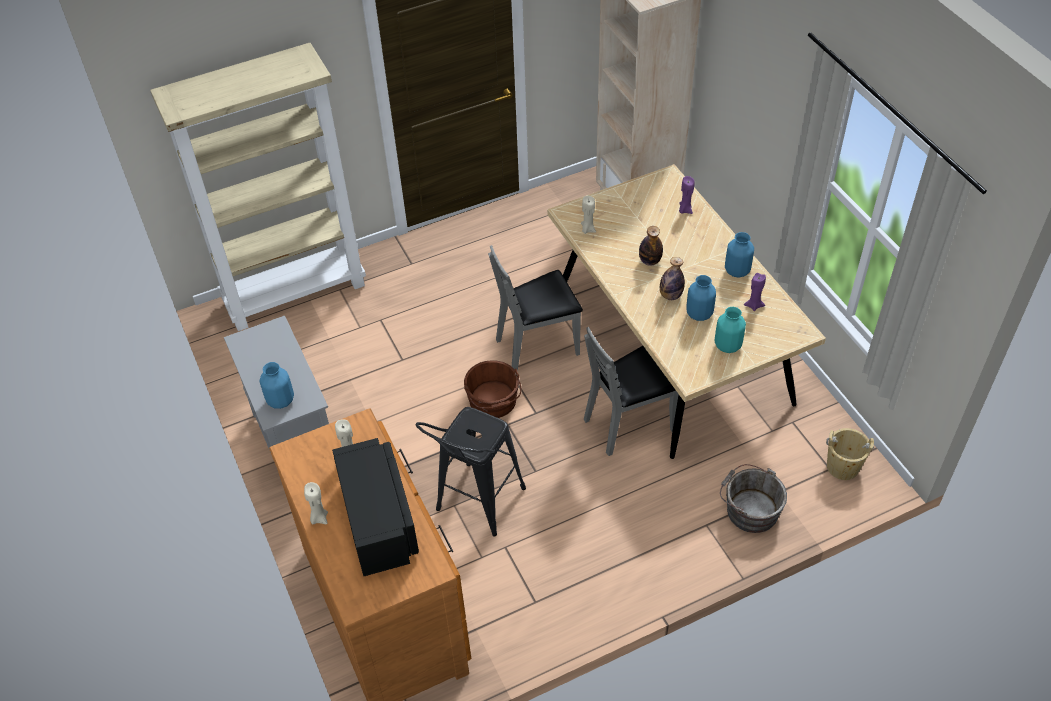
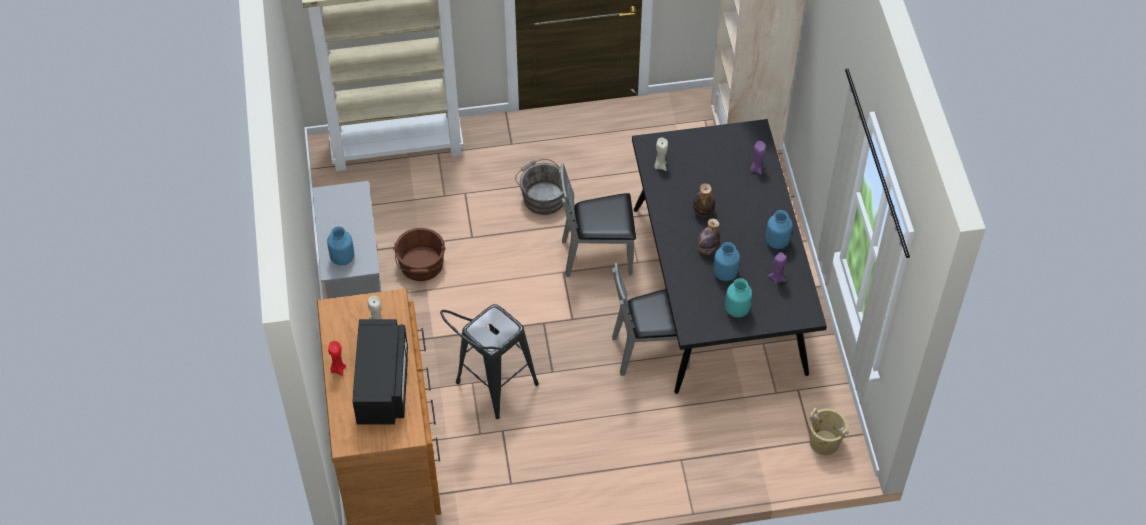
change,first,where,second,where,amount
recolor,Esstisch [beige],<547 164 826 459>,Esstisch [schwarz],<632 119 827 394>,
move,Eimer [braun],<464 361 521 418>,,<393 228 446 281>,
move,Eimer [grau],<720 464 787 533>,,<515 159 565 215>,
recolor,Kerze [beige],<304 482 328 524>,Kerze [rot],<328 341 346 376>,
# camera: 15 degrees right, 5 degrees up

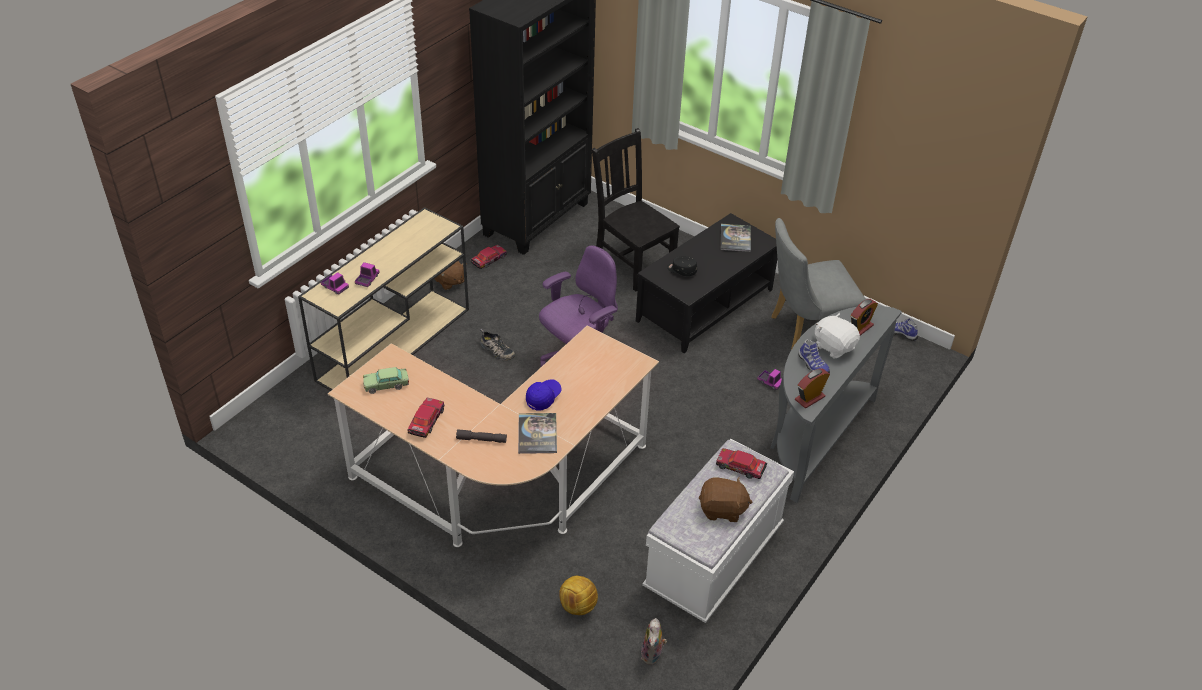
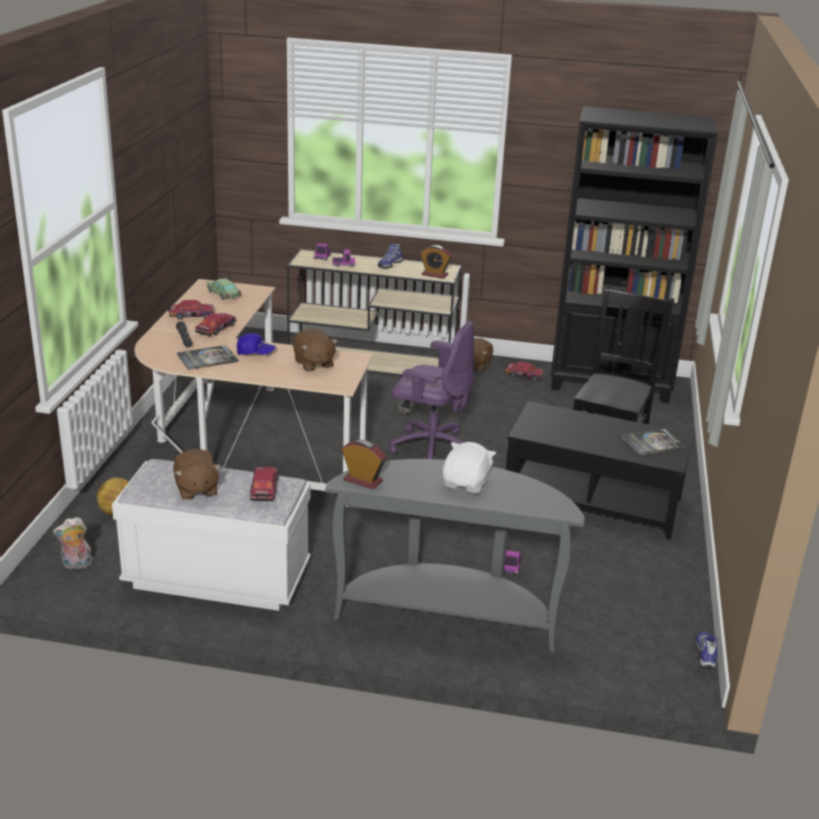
change,first,where,second,where,amount
delete,Stuhl [grau],<771 218 866 350>,,,
delete,Kappe [schwarz],<667 256 697 277>,,,
move,Wecker,<851 299 878 335>,,<420 245 452 279>,
move,Schuh,<798 340 830 373>,,<378 244 403 269>,
insert,,,Spielzeugauto,<195 313 236 336>,
insert,,,Plüschtier [braun],<293 329 338 372>,
# camera: 65 degrees right, 15 degrees down

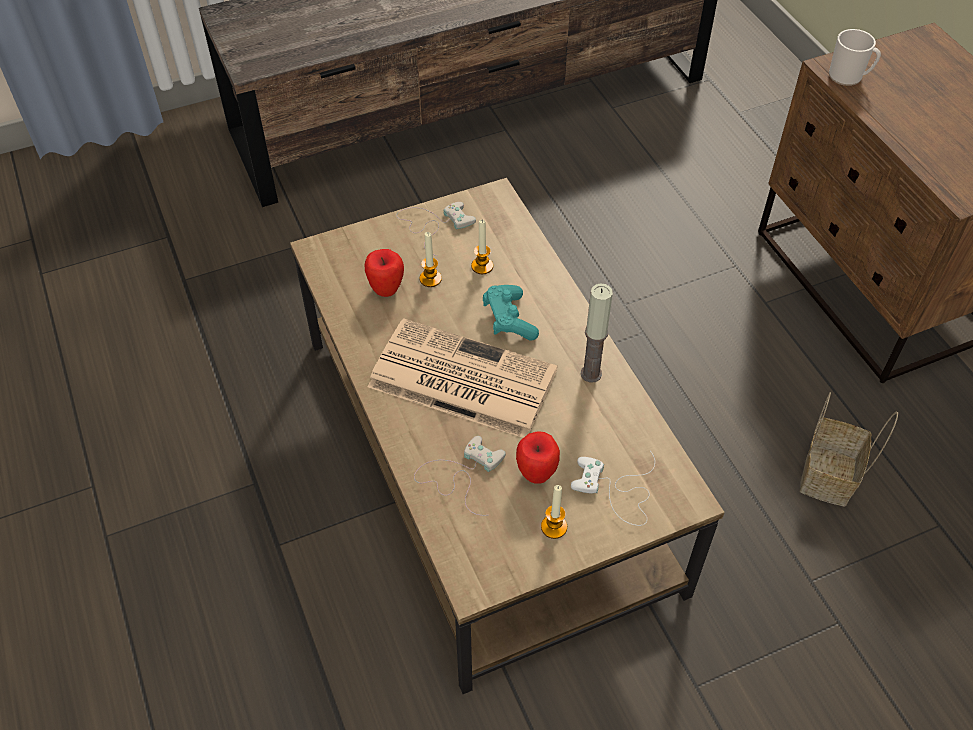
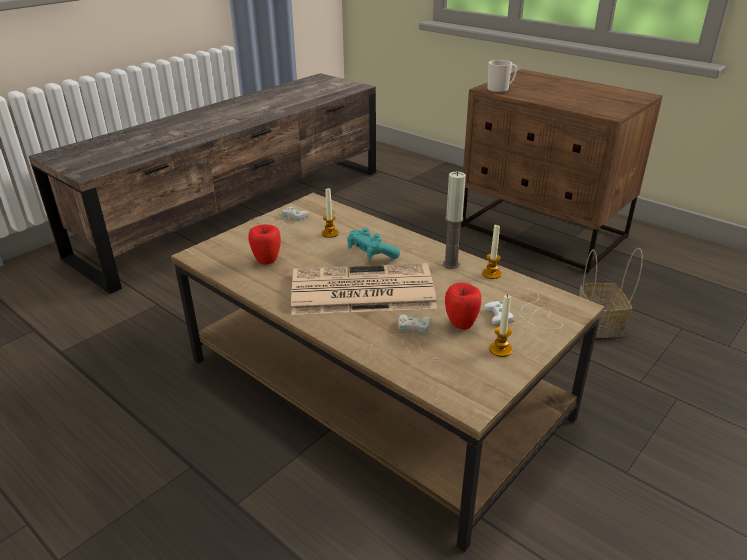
change,first,where,second,where,amount
move,Kerze,<419 232 442 287>,,<482 225 501 279>,
# camera: 25 degrees left, 20 degrees down

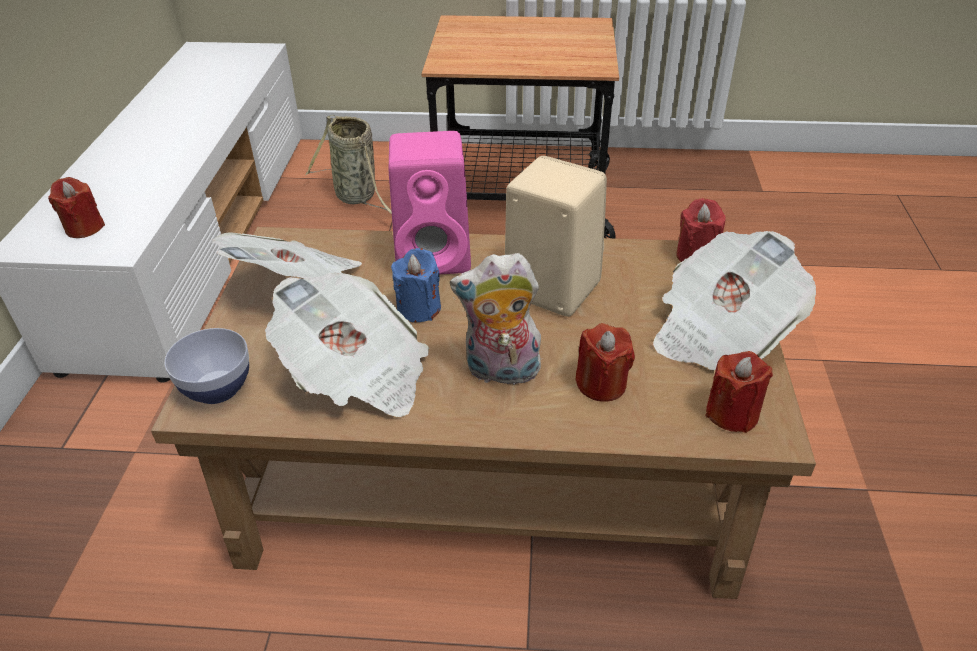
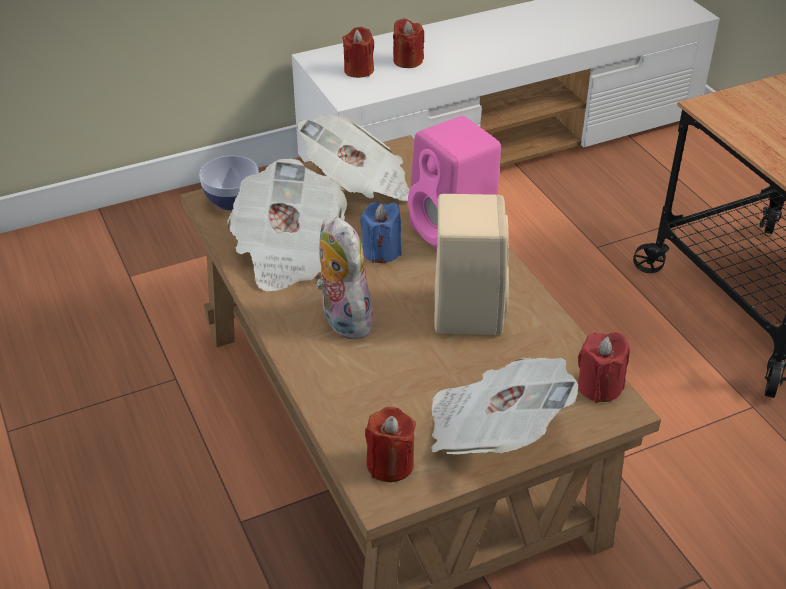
change,first,where,second,where,amount
delete,Korb,<306 115 392 215>,,,
move,Kerze [rot],<575 323 635 402>,,<393 18 425 68>,
# camera: 60 degrees right, 0 degrees up

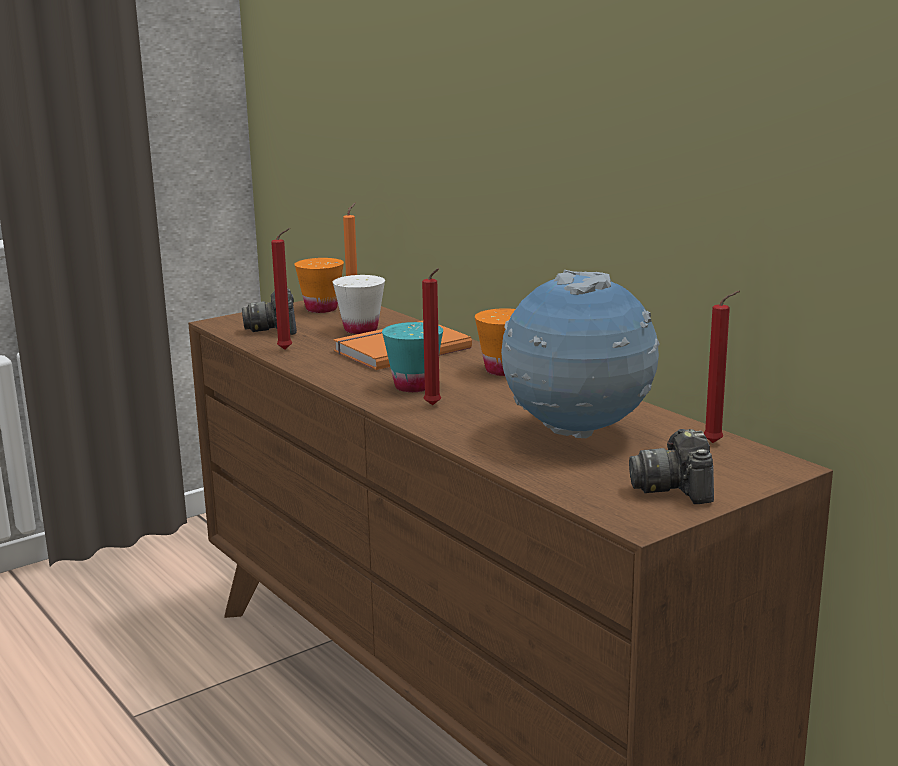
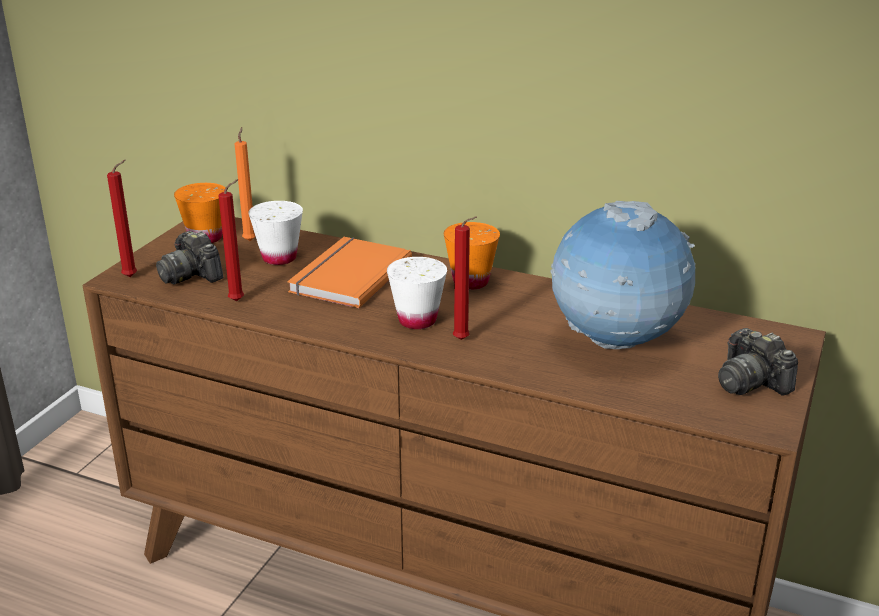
change,first,where,second,where,amount
move,Kerze [rot],<704 291 740 443>,,<107 160 137 277>,
recolor,Tasse [türkis],<382 322 443 392>,Tasse [weiß],<387 257 447 329>,
# camera: 30 degrees left, 10 degrees up

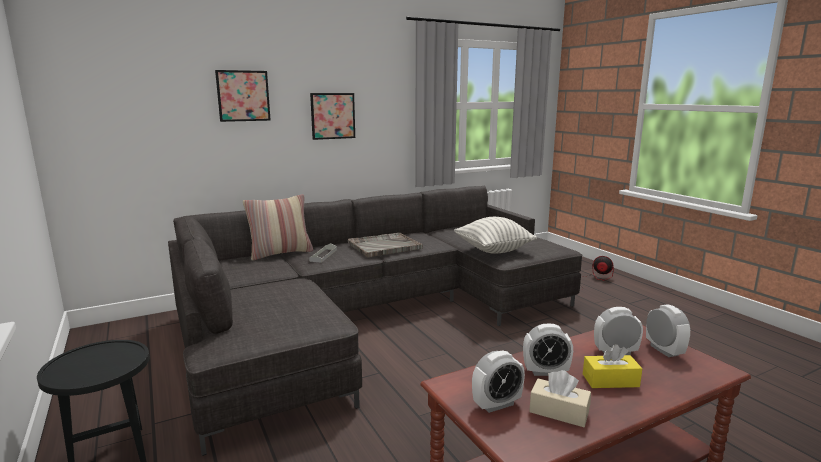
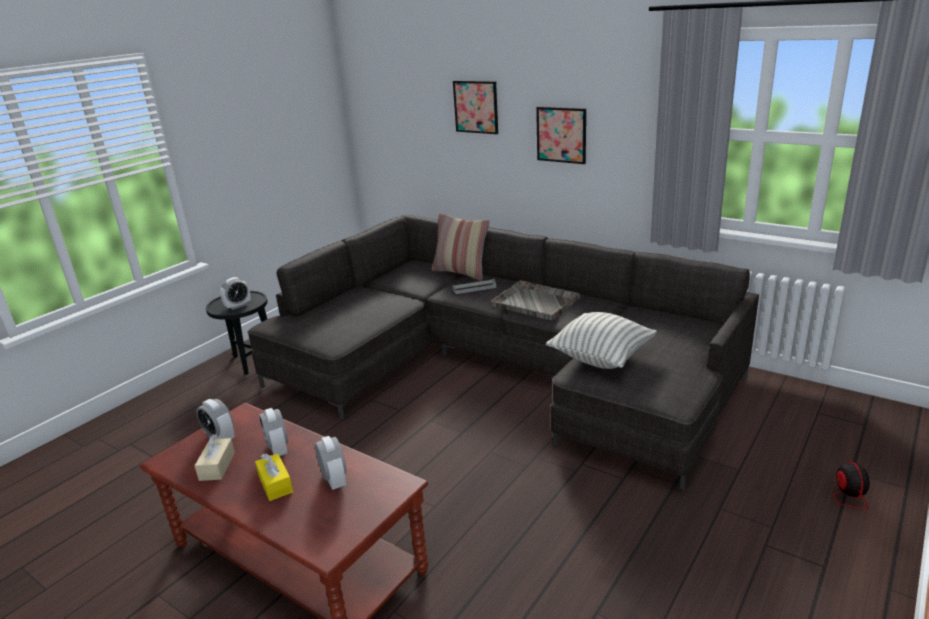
change,first,where,second,where,amount
move,Wecker,<646 305 690 357>,,<220 277 251 310>,
# camera: 65 degrees right, 10 degrees up

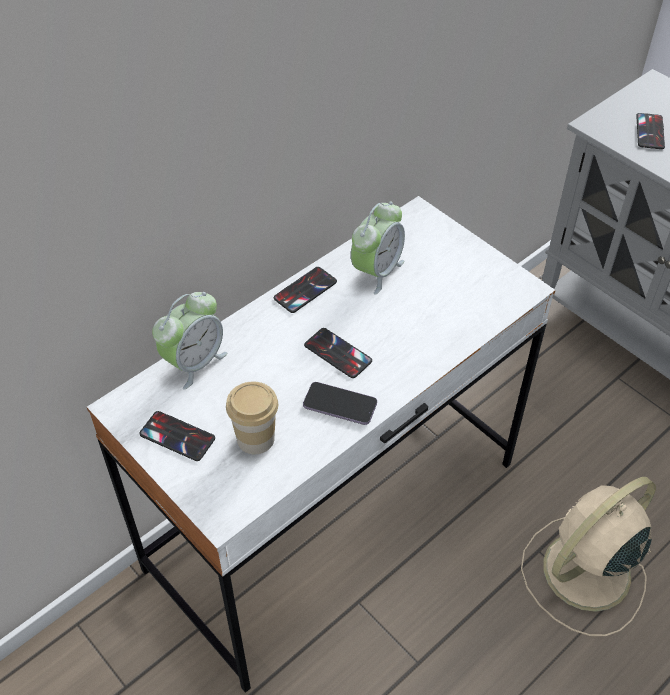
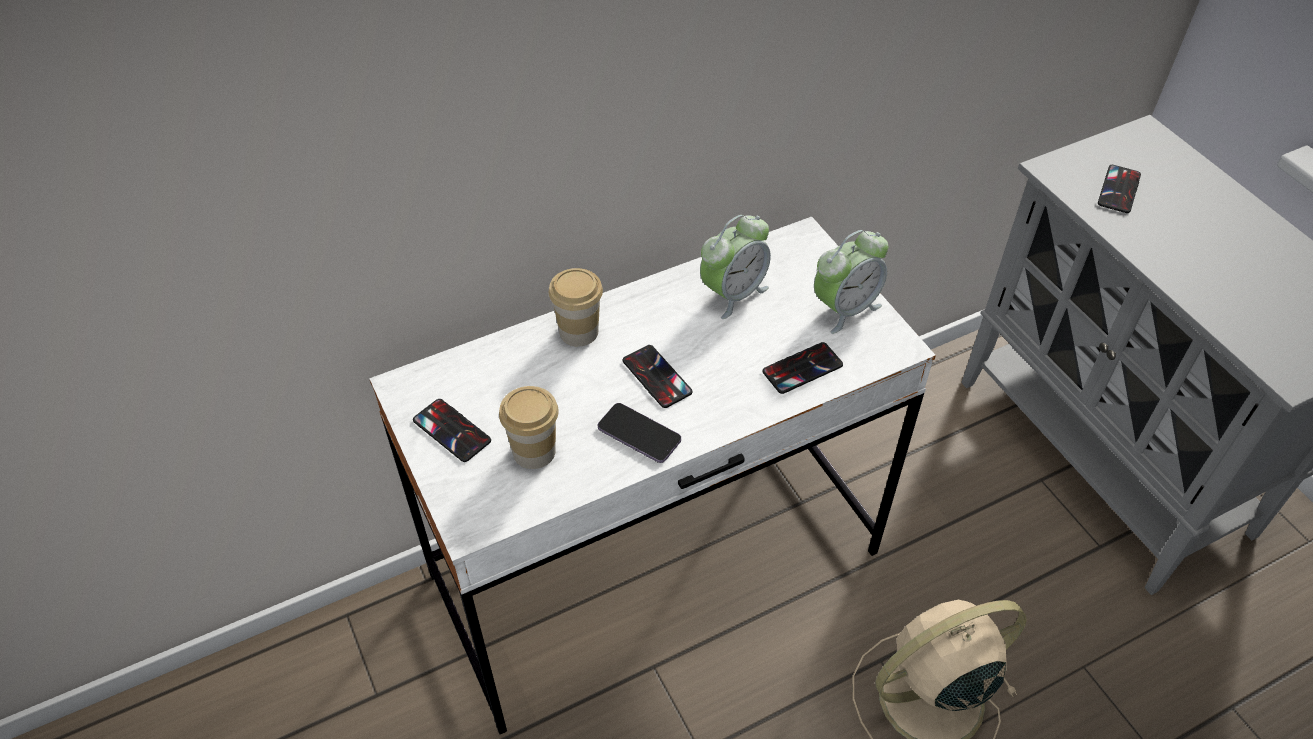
change,first,where,second,where,amount
move,Handy,<274 267 337 313>,,<763 342 843 394>,
move,Wecker,<152 292 227 390>,,<814 230 888 334>,
insert,,,Tasse,<549 268 603 347>,
# camera: 15 degrees right, 0 degrees up

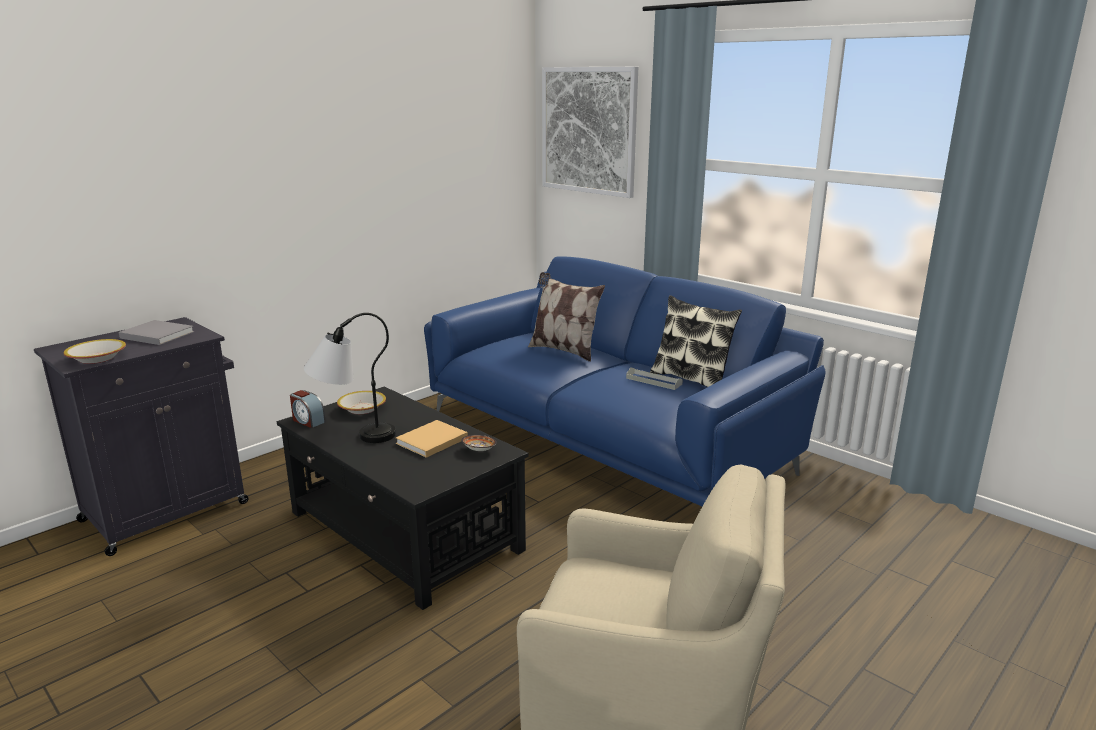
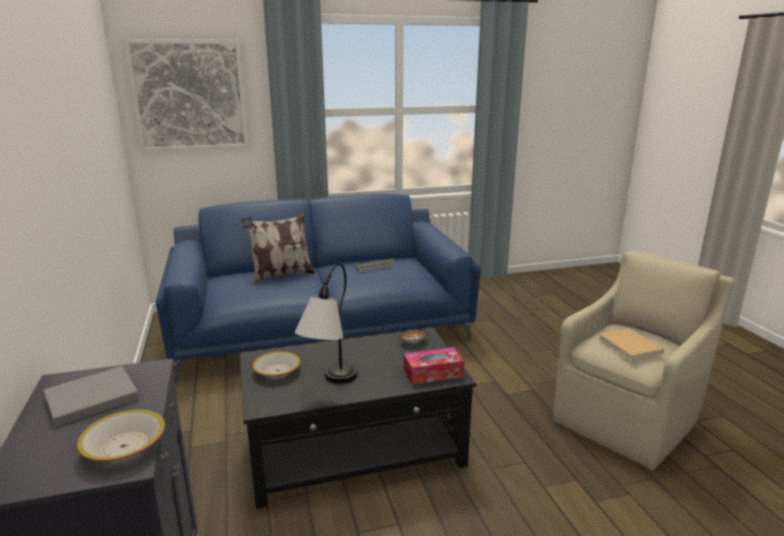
change,first,where,second,where,amount
delete,Kissen,<650 295 742 387>,,,
delete,Wecker,<290 390 326 428>,,,
move,Buch [beige],<396 420 468 458>,,<598 328 664 361>,
insert,,,Taschentuchbox,<404 347 464 384>,
# camera: 60 degrees left, 0 degrees up

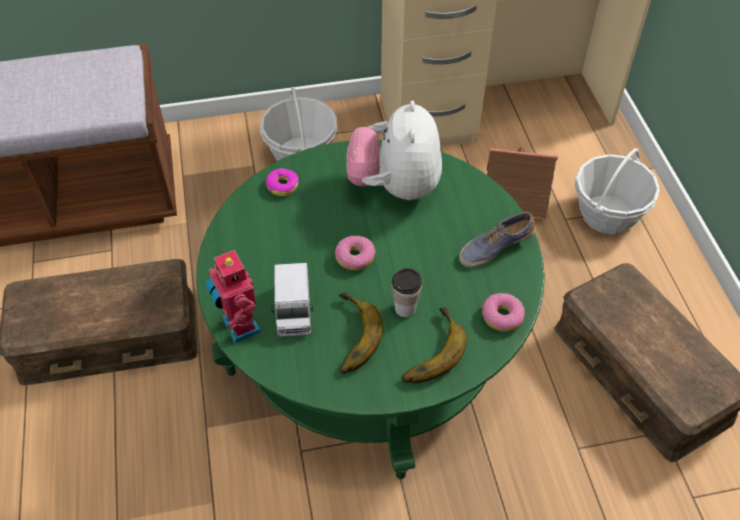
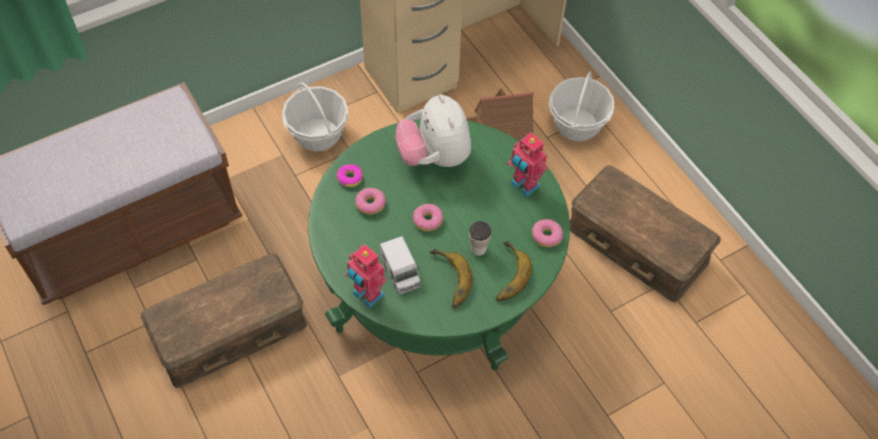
change,first,where,second,where,amount
replace,Schuh,<459 212 535 268>,Spielzeugroboter,<507 133 548 197>,
insert,,,Donut,<355 187 386 215>,
# camera: 20 degrees left, 5 degrees up

